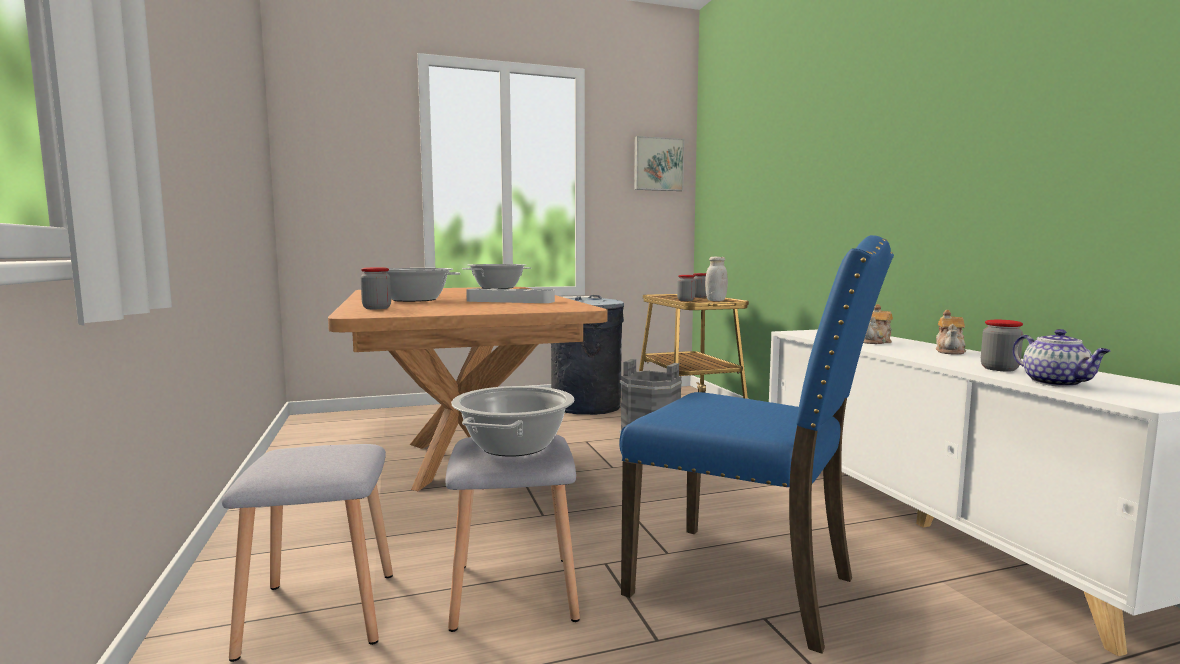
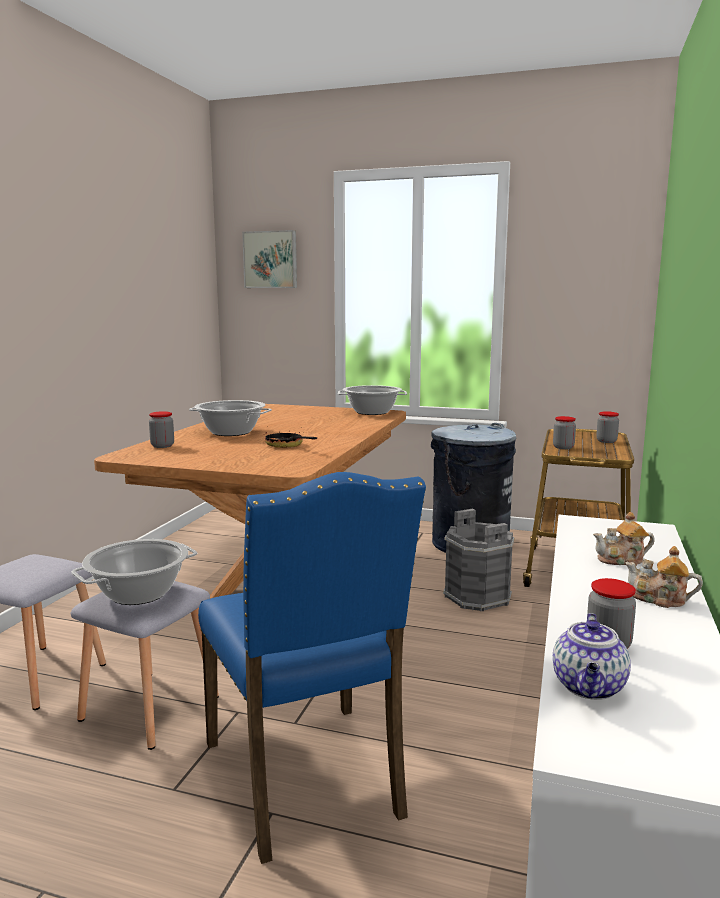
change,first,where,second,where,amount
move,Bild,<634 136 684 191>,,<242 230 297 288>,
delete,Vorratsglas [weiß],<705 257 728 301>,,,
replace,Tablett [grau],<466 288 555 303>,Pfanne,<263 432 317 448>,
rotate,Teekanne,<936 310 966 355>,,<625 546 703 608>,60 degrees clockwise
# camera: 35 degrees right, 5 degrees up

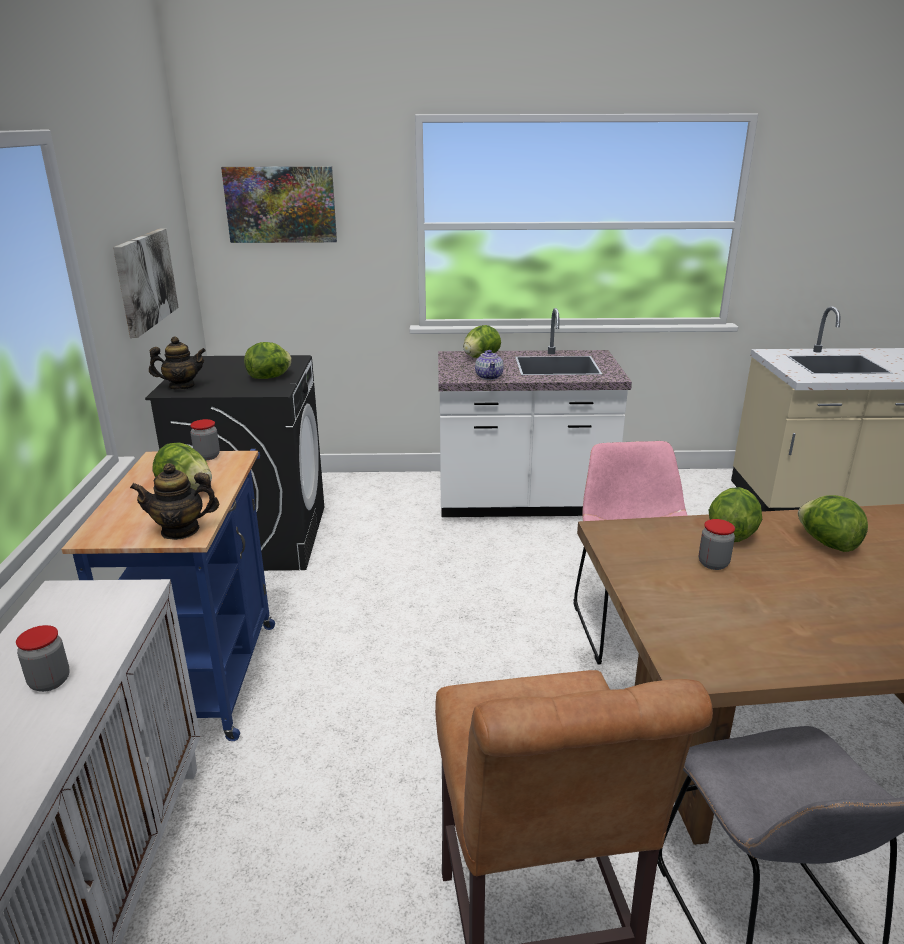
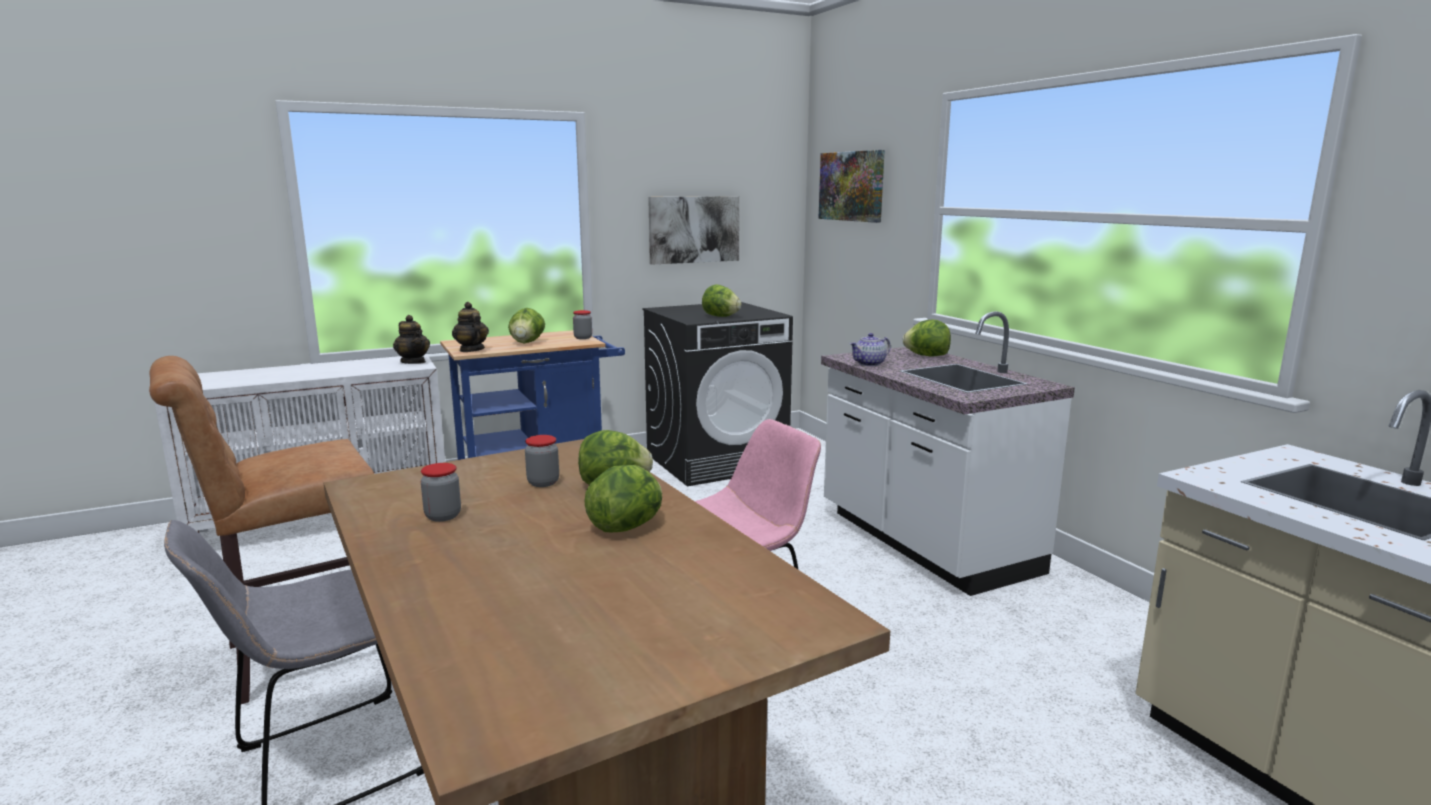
change,first,where,second,where,amount
move,Teekanne,<149 336 206 390>,,<393 315 430 364>,
move,Vorratsglas,<16 625 70 692>,,<421 463 461 522>,
# camera: 65 degrees right, 10 degrees down

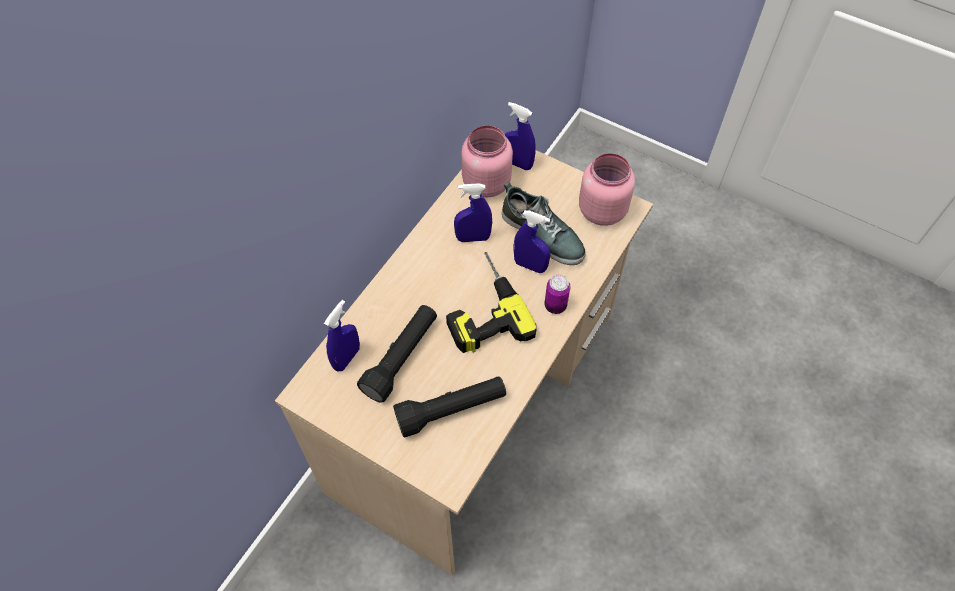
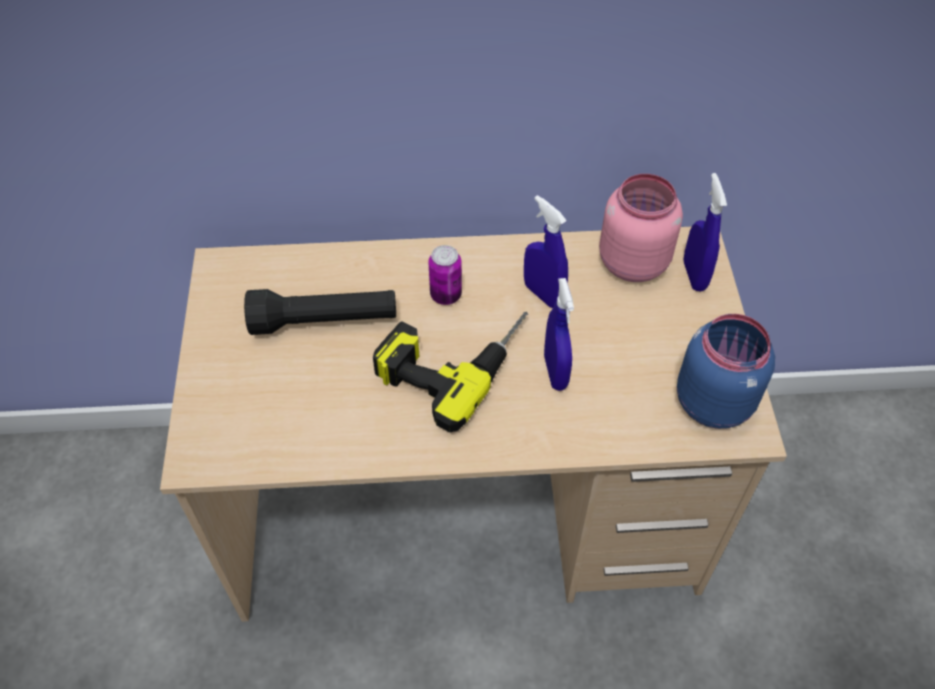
change,first,where,second,where,amount
recolor,Vorratsglas [rosa],<579 153 635 226>,Vorratsglas [blau],<677 314 775 429>,
delete,Schuh,<502 182 586 265>,,,
move,Dose,<544 275 570 314>,,<428 245 462 305>,
delete,Sprühflasche [blau],<324 300 360 371>,,,
delete,Taschenlampe [schwarz],<393 376 506 438>,,,
# camera: 55 degrees right, 5 degrees down

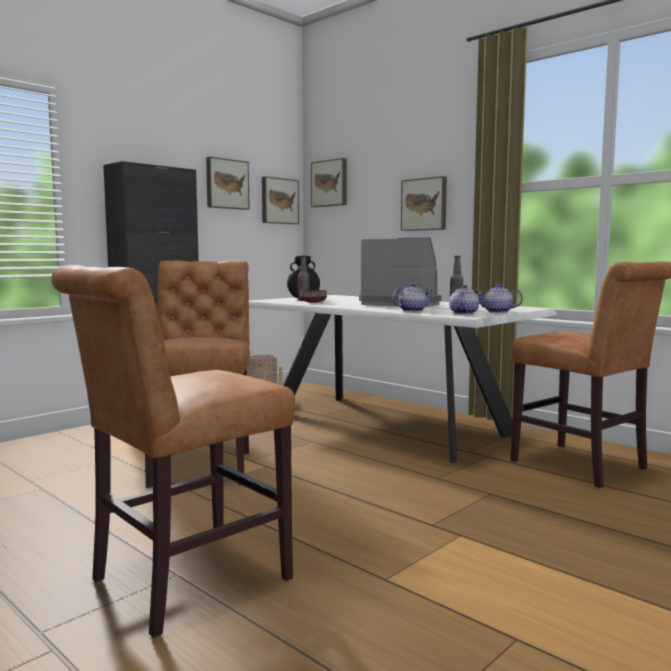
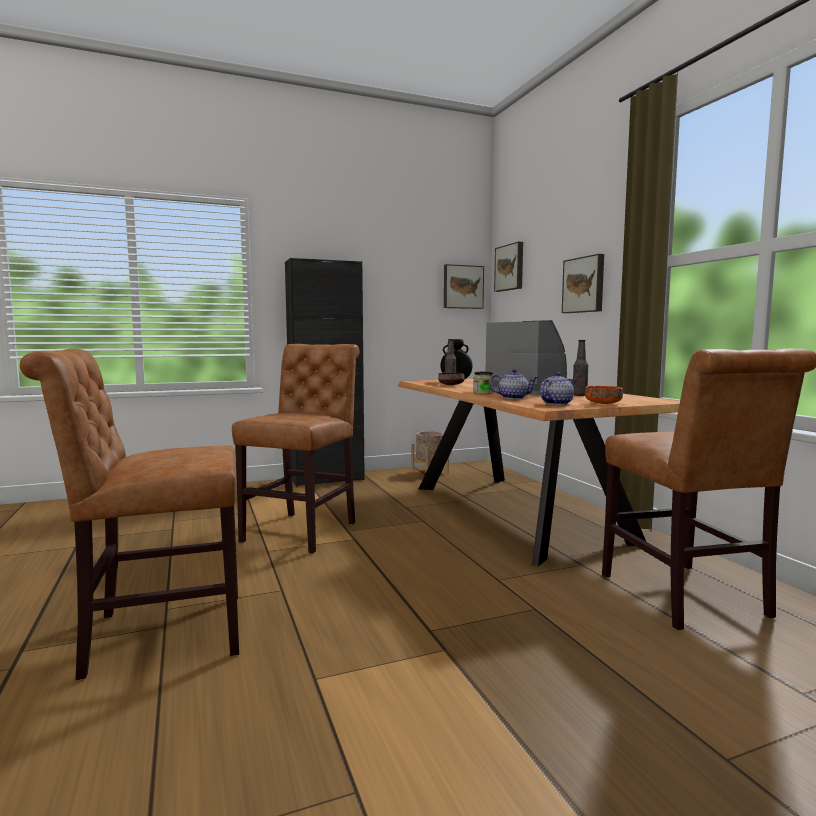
change,first,where,second,where,amount
delete,Bild,<206 157 250 210>,,,
replace,Teekanne,<475 284 523 313>,Schüssel [orange],<585 386 623 404>,
recolor,Esstisch [weiß],<249 295 557 463>,Esstisch [braun],<398 379 680 566>,
insert,,,Vorratsglas,<473 372 494 394>,
# camera: 25 degrees right, 0 degrees up

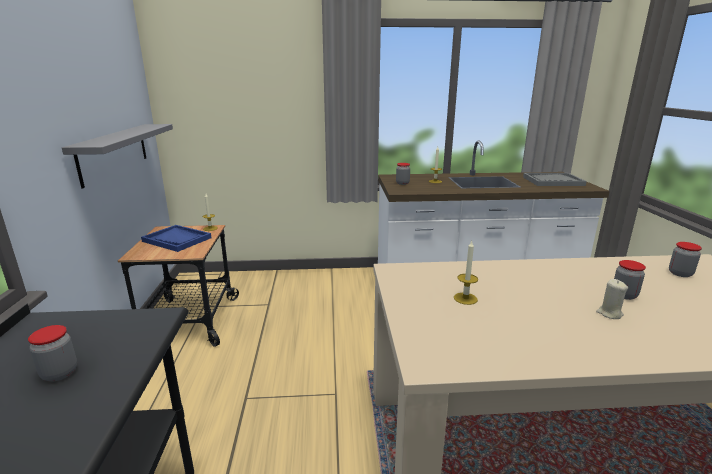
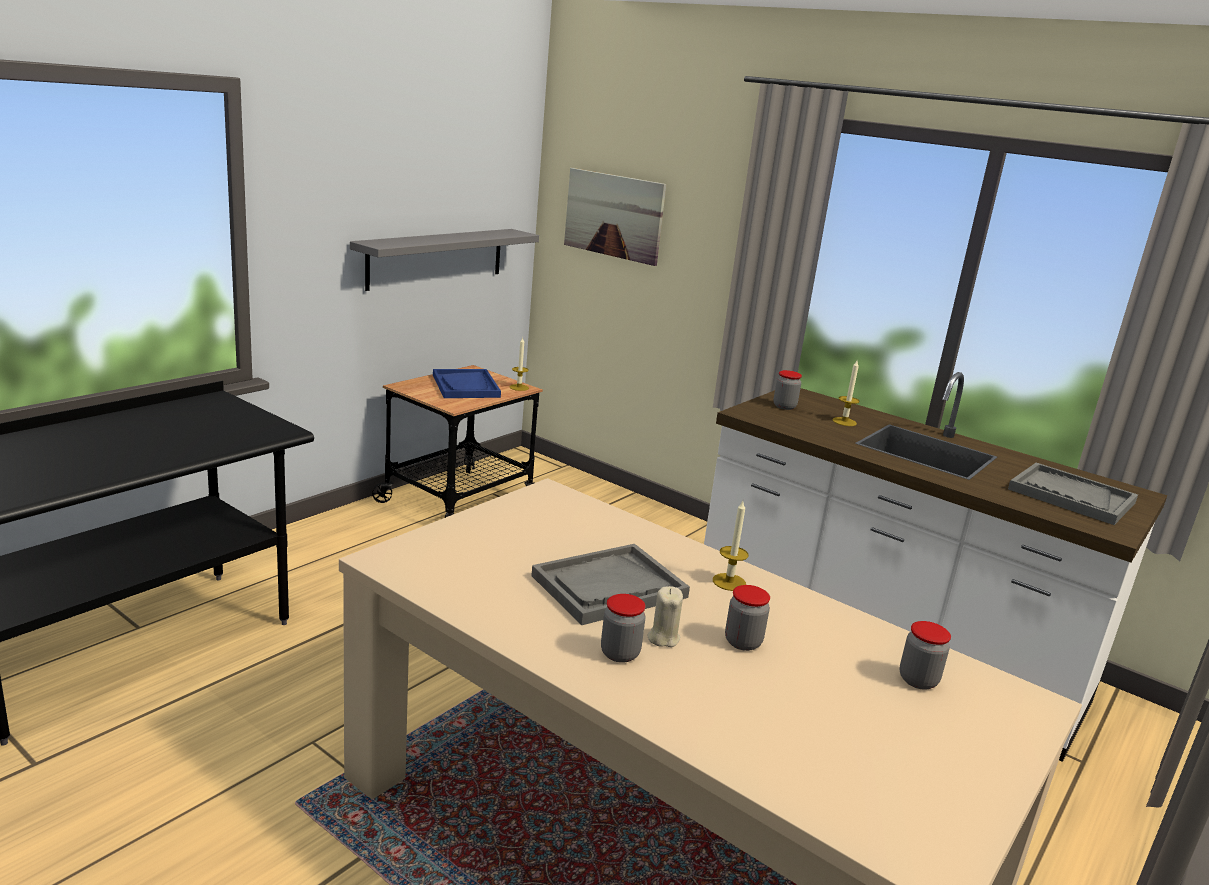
change,first,where,second,where,amount
move,Kerze,<454 241 478 305>,,<713 501 749 591>,
move,Vorratsglas,<28 325 77 381>,,<601 594 645 663>,
insert,,,Bild,<564 168 666 266>,
insert,,,Tablett [grau],<531 544 690 625>,
# camera: 40 degrees right, 0 degrees up

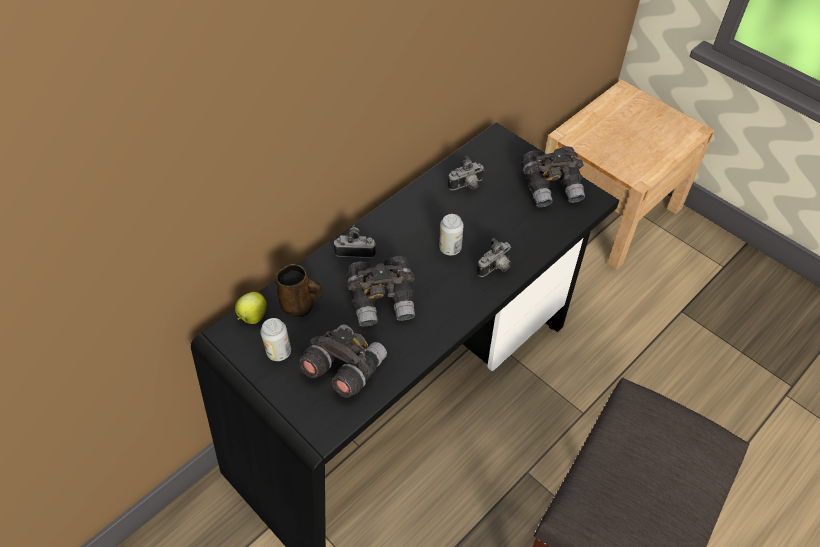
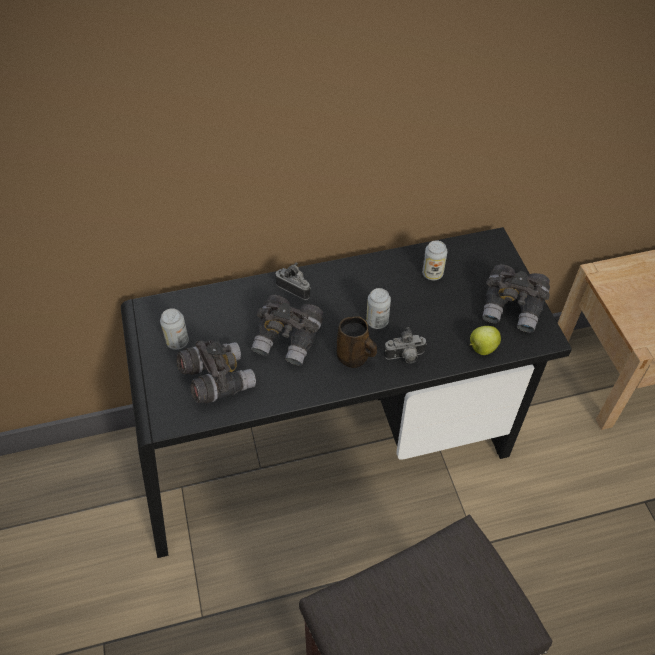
change,first,where,second,where,amount
replace,Kamera,<448 156 484 190>,Dose,<422 240 447 280>,
move,Henkelbecher [braun],<276 264 322 317>,,<337 316 377 368>,
move,Apfel,<235 292 267 324>,,<470 326 501 355>,
# camera: 30 degrees right, 0 degrees up

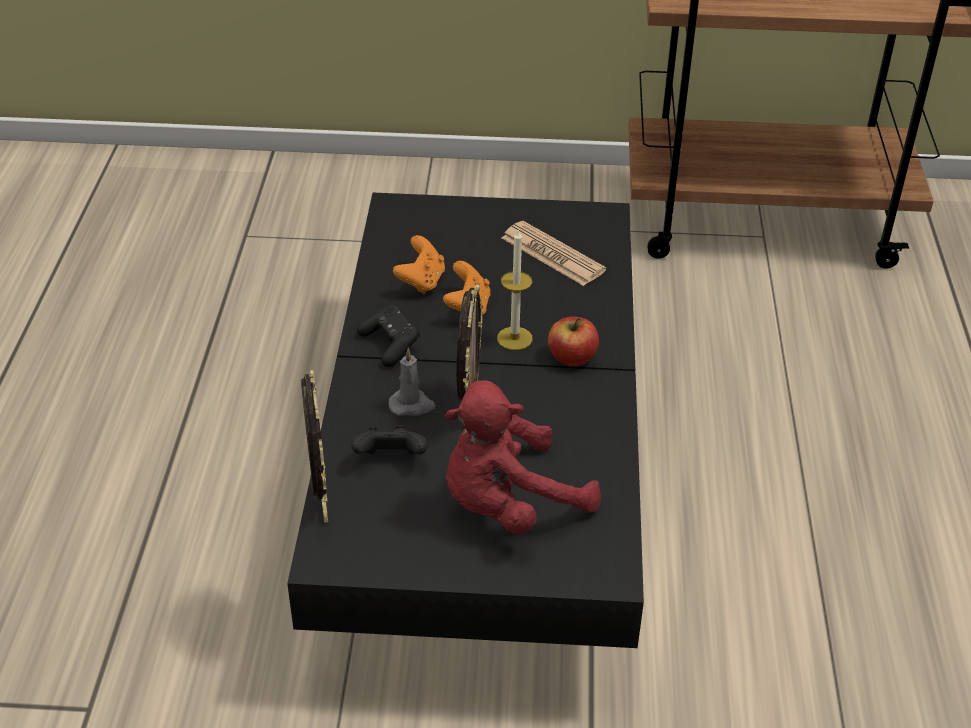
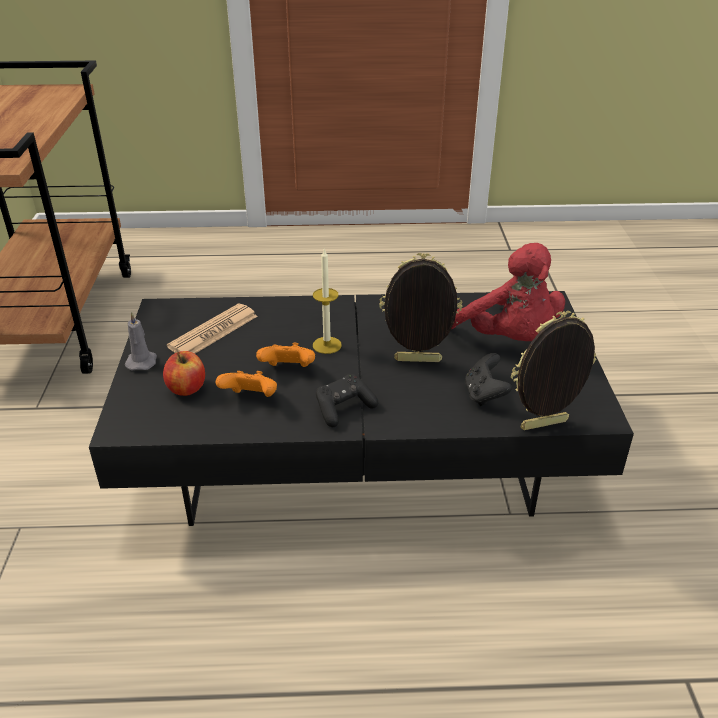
change,first,where,second,where,amount
move,Apfel,<548 317 599 366>,,<163 351 205 396>,
move,Kerze [grau],<389 348 436 416>,,<125 311 157 370>,
# camera: 95 degrees left, 5 degrees down

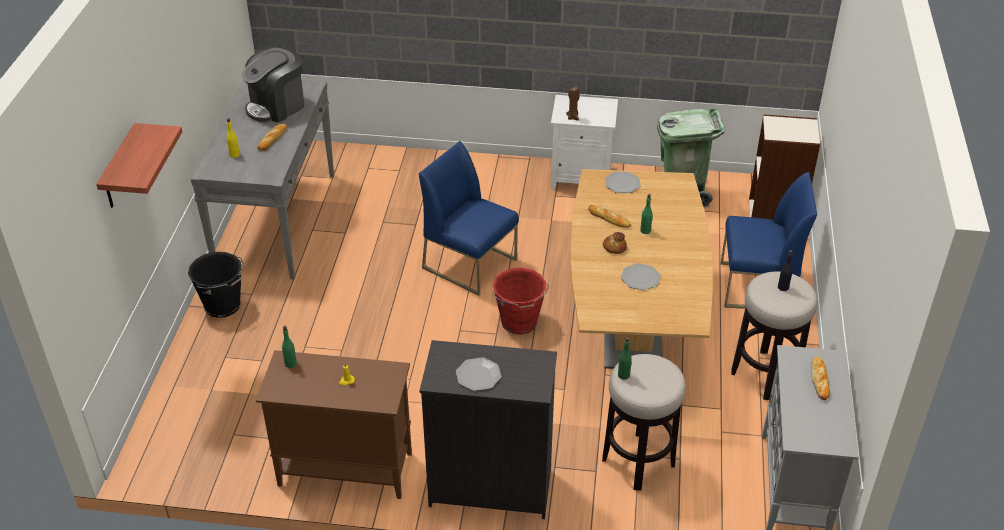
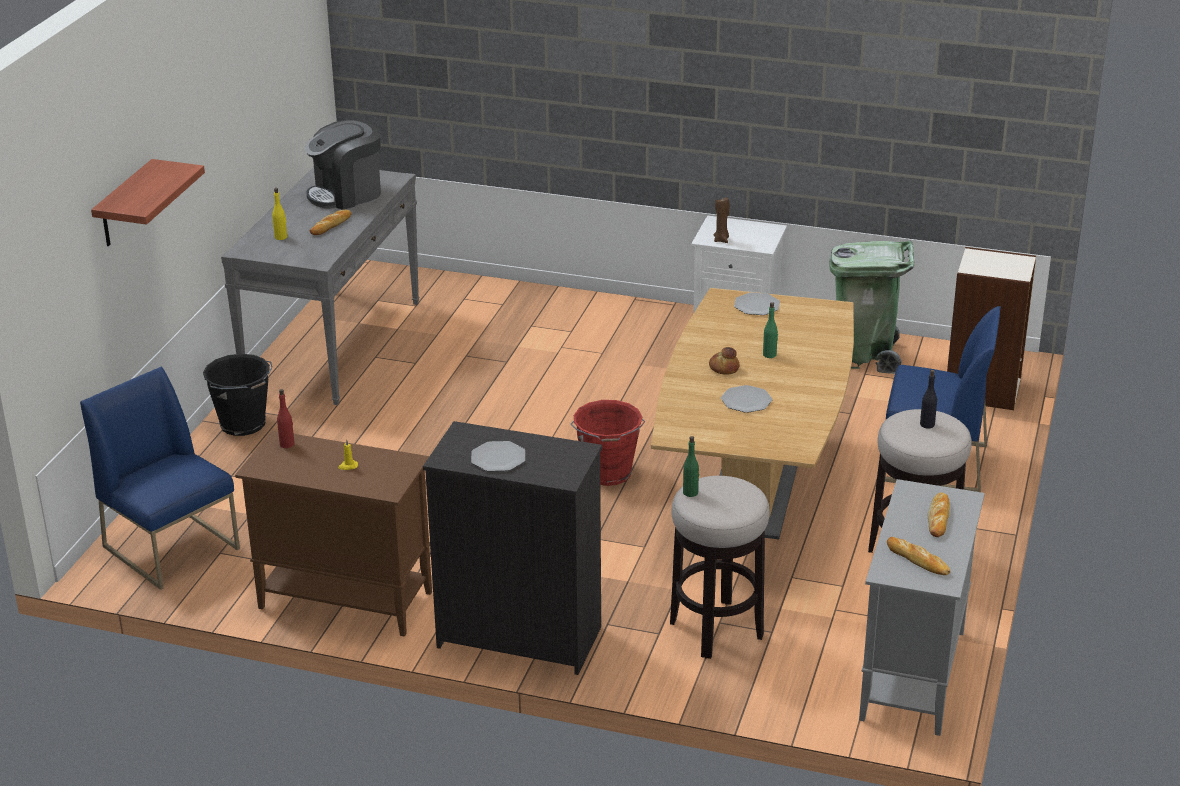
change,first,where,second,where,amount
move,Stuhl [blau],<419 141 519 296>,,<80 367 240 590>,
move,Brot,<588 205 631 228>,,<887 537 951 575>,
recolor,Flasche [grün],<282 326 297 368>,Flasche [rot],<277 389 295 448>,
# camera: 10 degrees right, 10 degrees down

